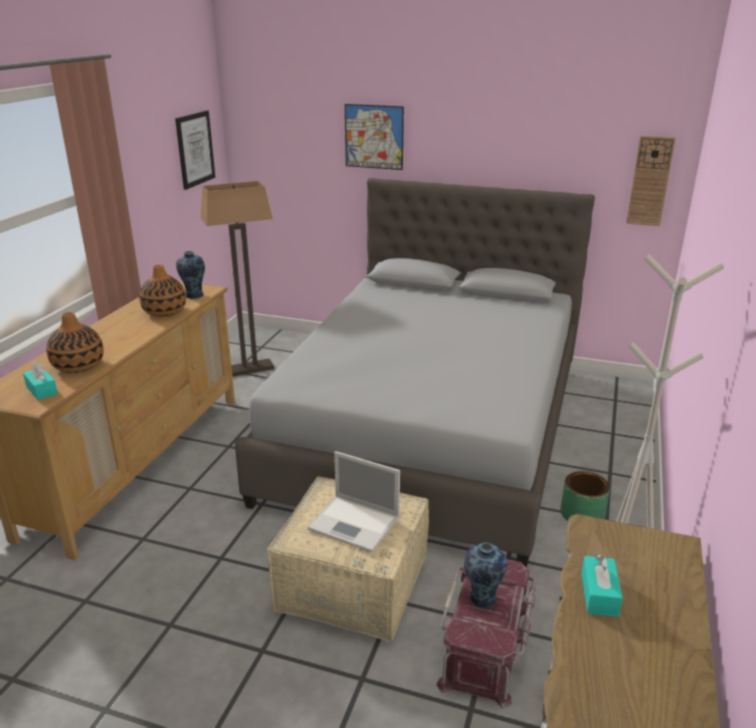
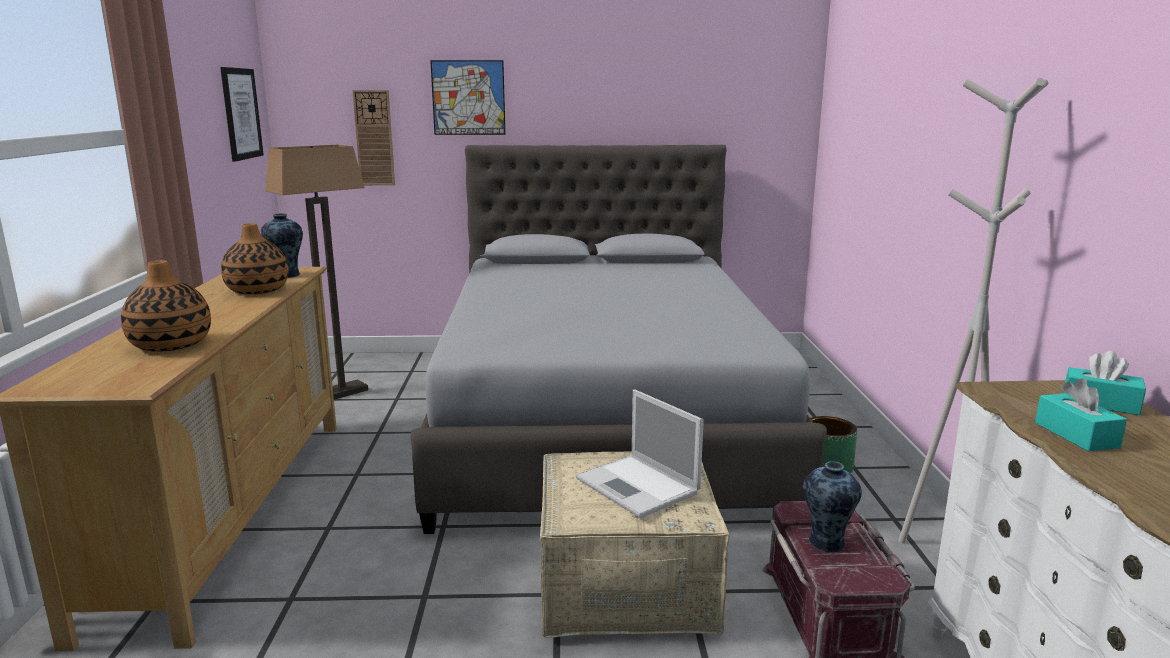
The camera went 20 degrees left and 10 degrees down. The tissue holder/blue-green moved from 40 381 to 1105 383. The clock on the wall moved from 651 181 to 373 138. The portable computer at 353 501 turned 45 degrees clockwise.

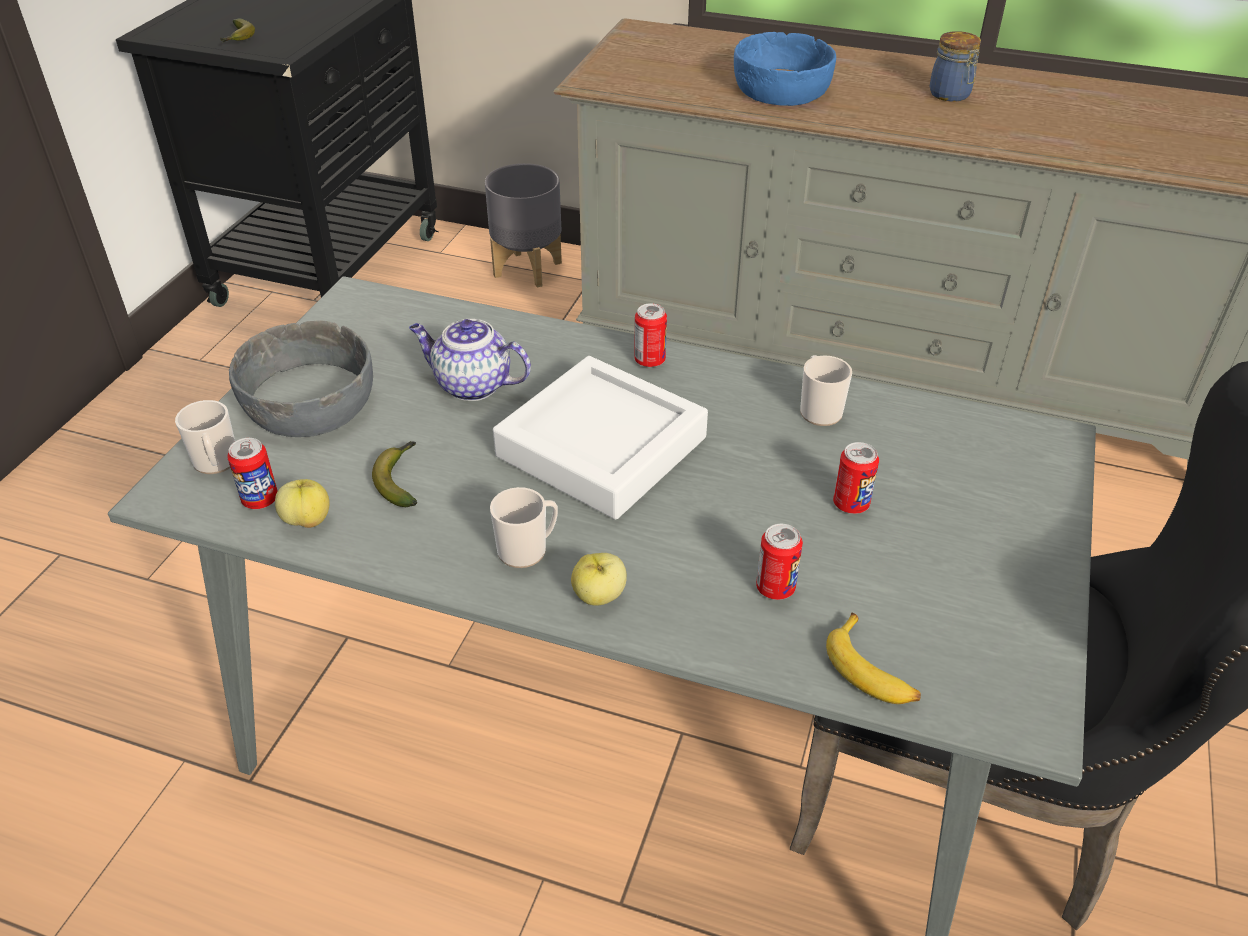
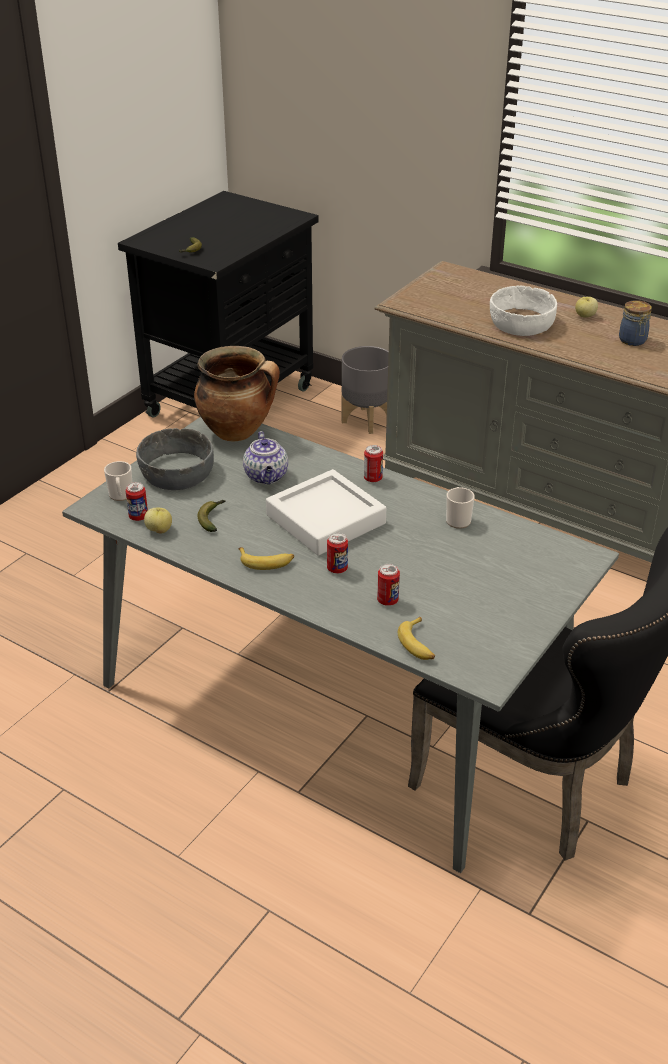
The camera went 15 degrees right and 5 degrees down. The cooking pot at 237 394 appeared. The apple moved from 599 579 to 586 307. The can moved from 856 478 to 337 553. The mug at 524 527 was replaced by the whole banana at 266 558. The bowl/bluish at 785 69 became the bowl/white-coloured at 523 311. The pot for tea at 470 360 turned 135 degrees counterclockwise.

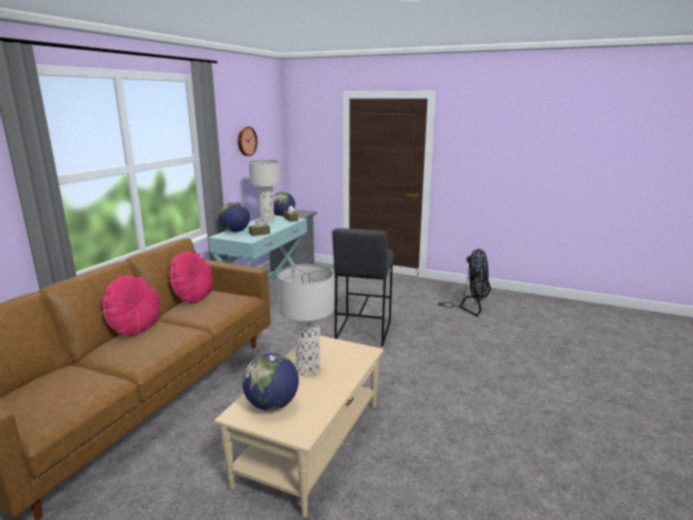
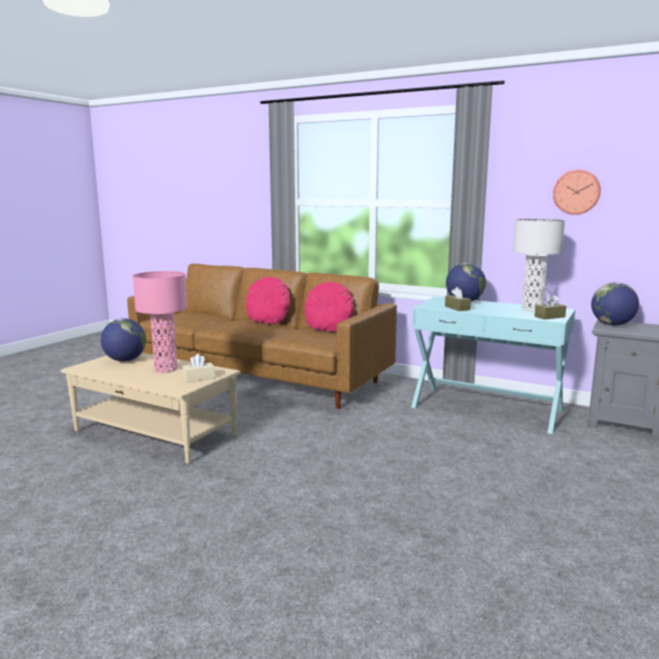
The camera went 95 degrees right and 5 degrees down. The sitting stool/gray at 363 287 disappeared. The cooling fan/black at 464 283 disappeared. The tissue holder/sand-coloured at 199 368 appeared. The table lamp/white-coloured at 305 320 became the table lamp/pink at 160 322.

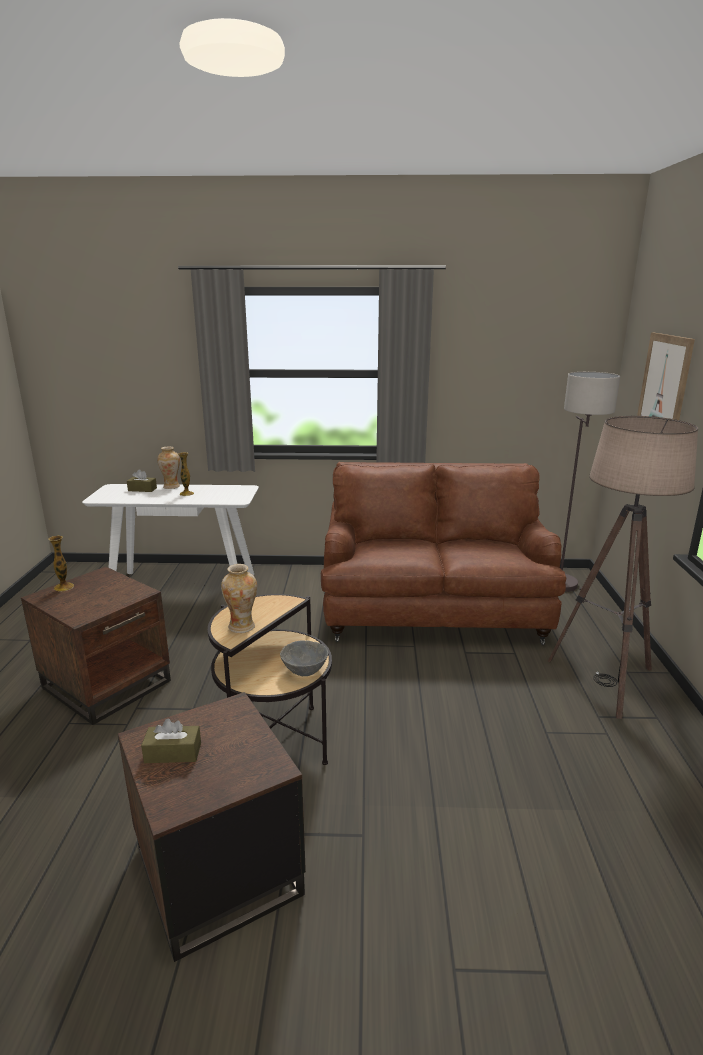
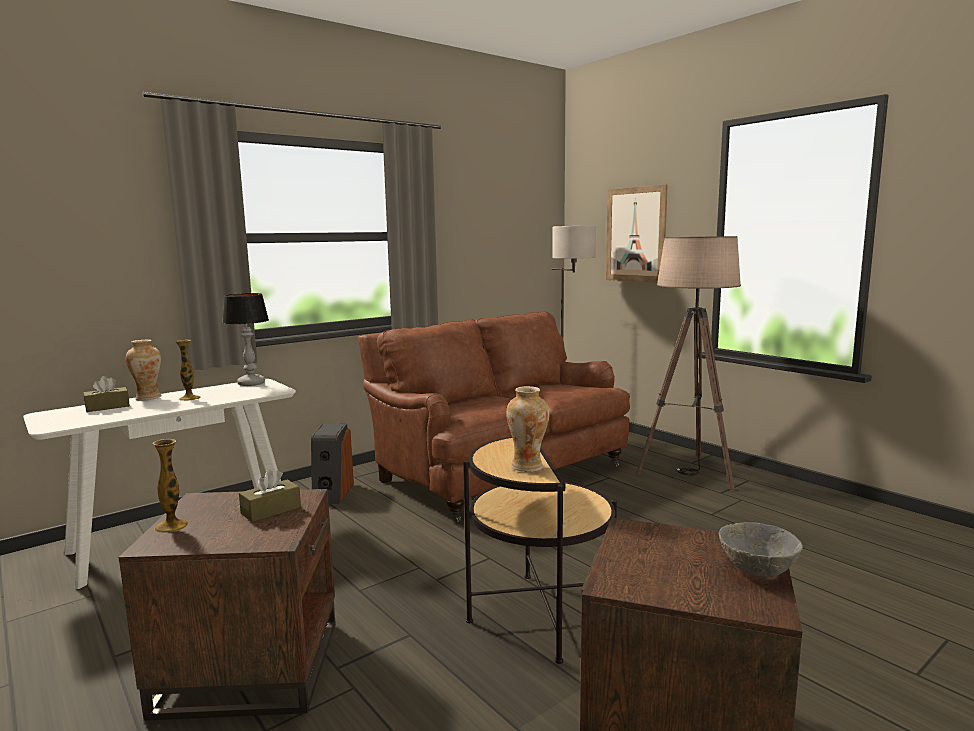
The camera went 40 degrees left and 10 degrees down. The table lamp at 245 339 appeared. The speaker at 332 464 appeared. The tissue holder/brown moved from 171 741 to 270 495. The bowl/gray moved from 304 658 to 761 549.

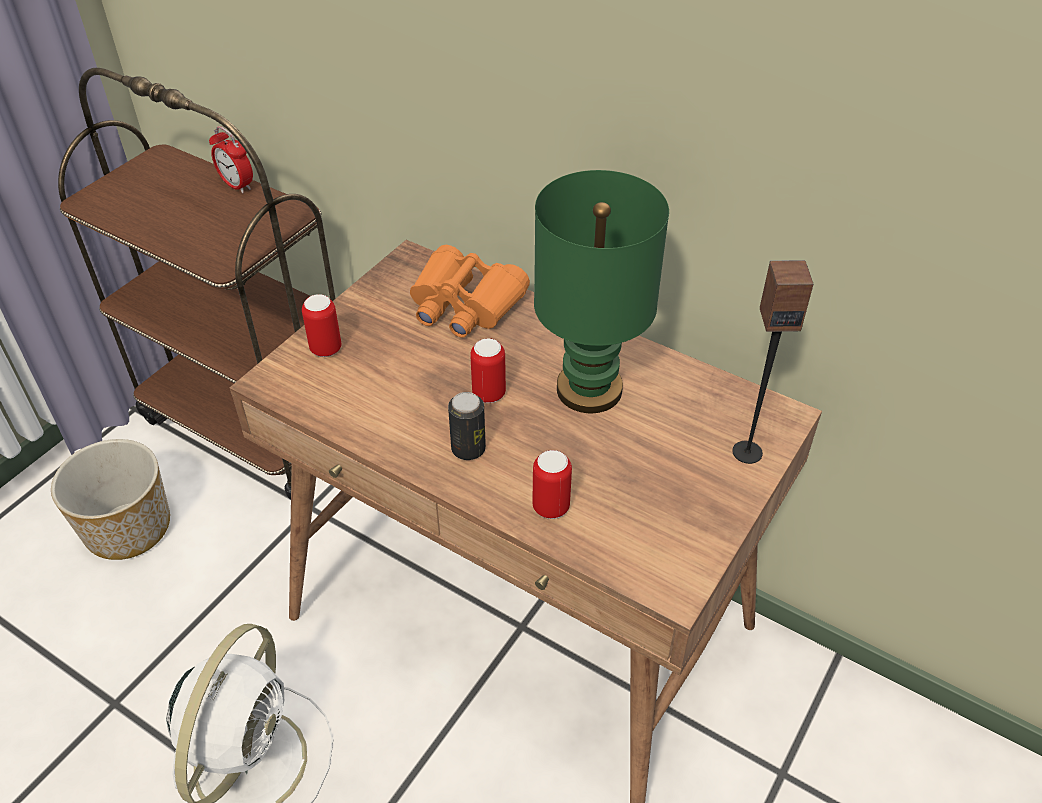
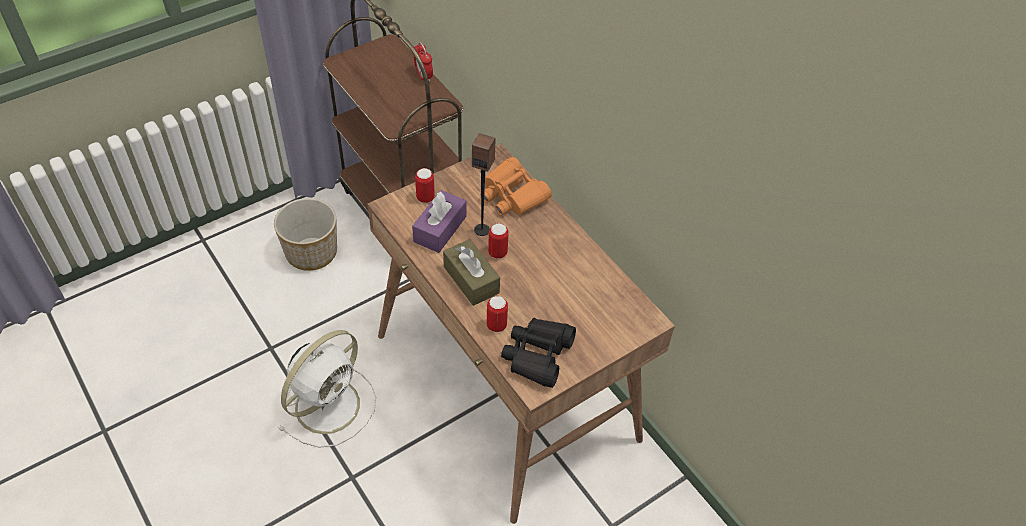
The camera went 20 degrees right and 5 degrees up. The table lamp/green-coloured at 601 291 disappeared. The tissue holder/purple at 439 221 appeared. The pair of binoculars/black at 538 353 appeared. The speaker moved from 772 362 to 484 184. The can at 467 426 was replaced by the tissue holder/brown at 471 272.

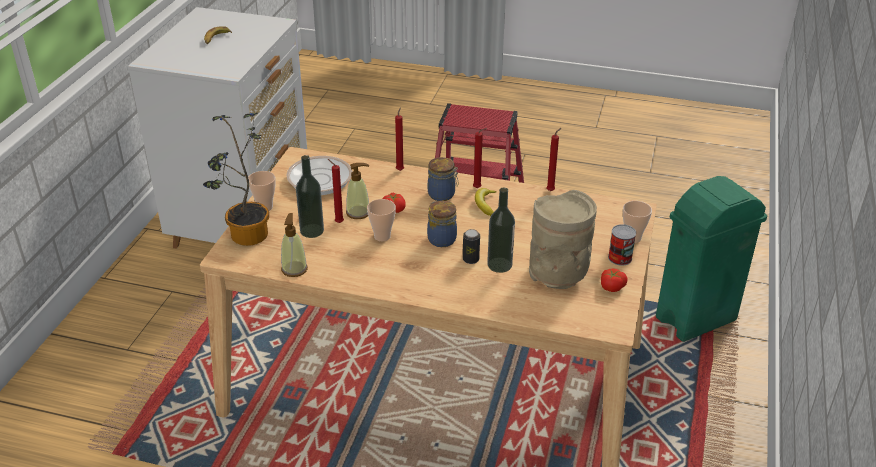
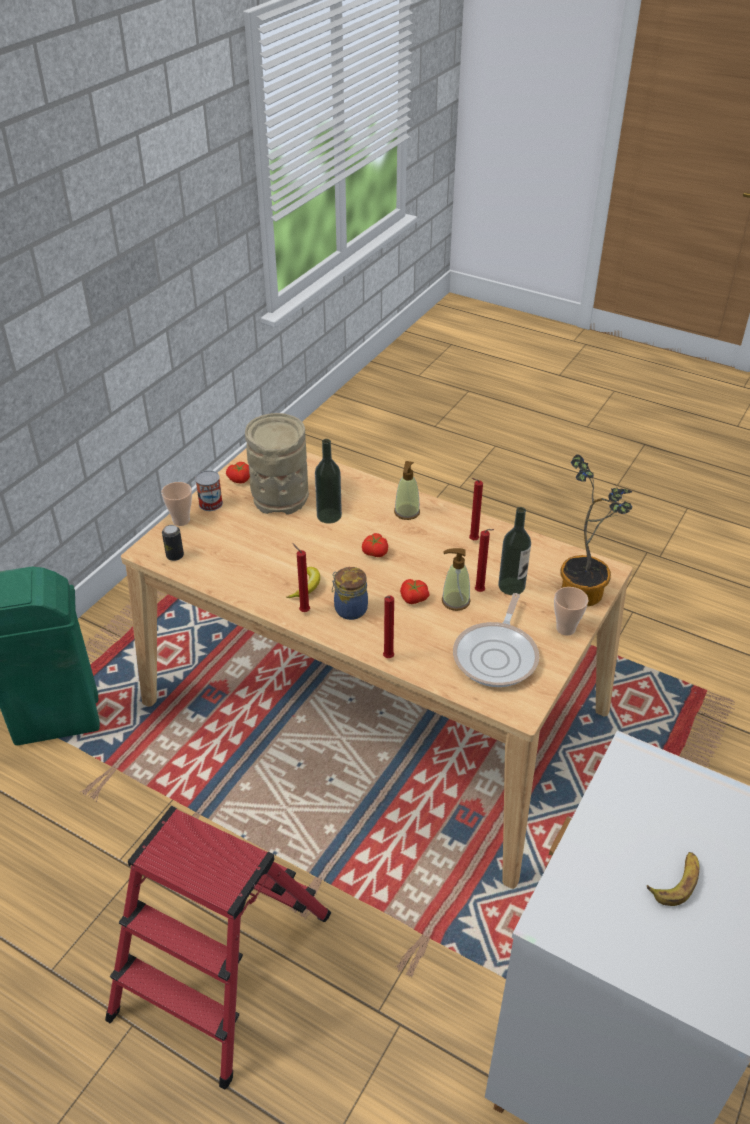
The camera went 165 degrees left and 5 degrees up. The drinking cup at 381 220 disappeared. The soap dispenser moved from 294 245 to 407 490. The can moved from 471 246 to 173 543. The wax light/red-coloured moved from 553 159 to 476 509. The preserve jar at 442 224 was replaced by the fresh tomato at 375 545.

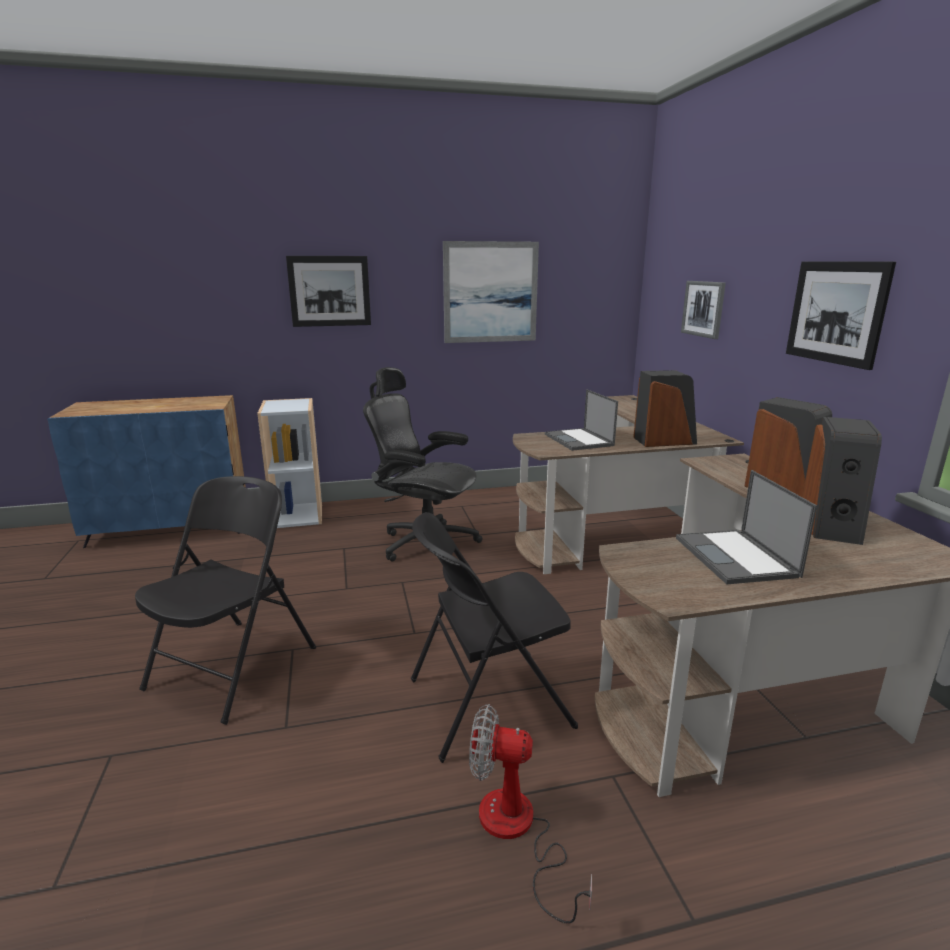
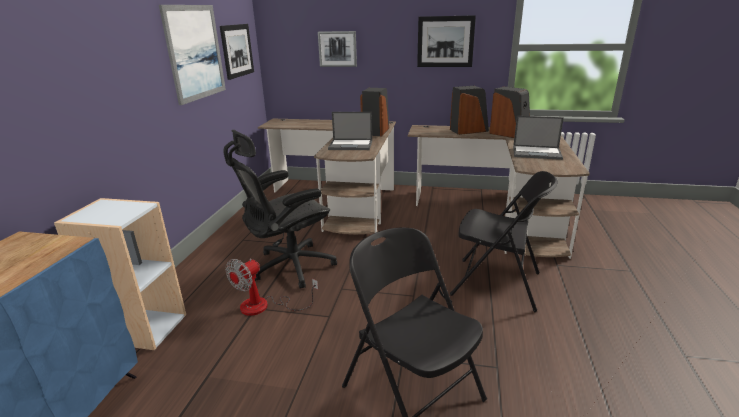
The camera went 65 degrees left and 5 degrees up. The picture moved from 328 291 to 237 52. The cooling fan moved from 530 814 to 272 287. The plain chair/black at 494 637 turned 75 degrees counterclockwise.

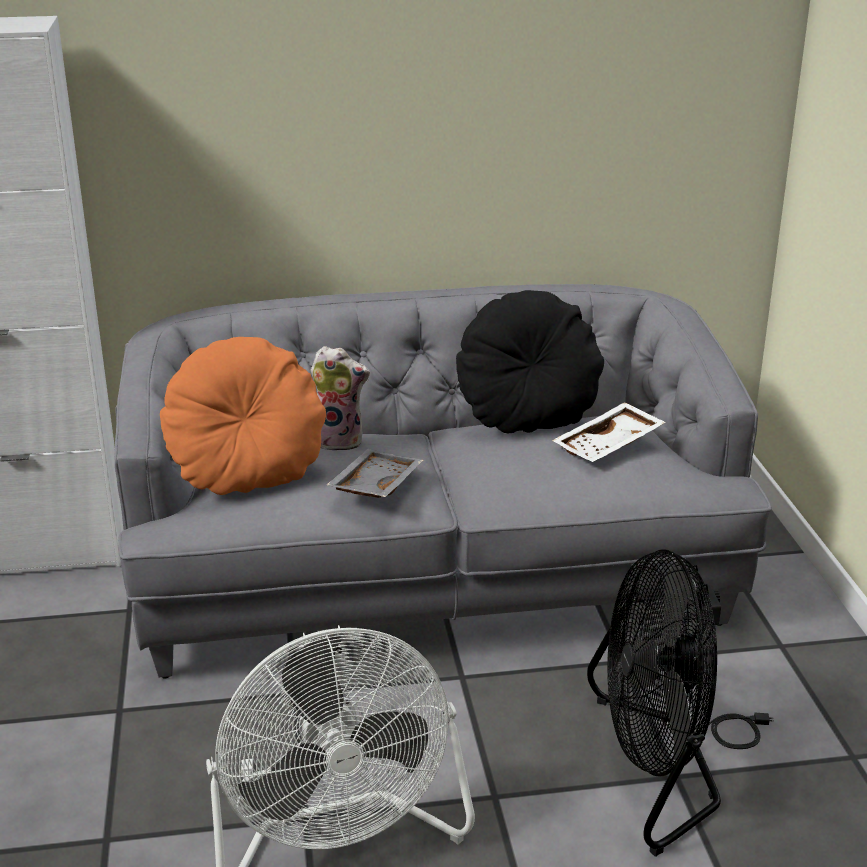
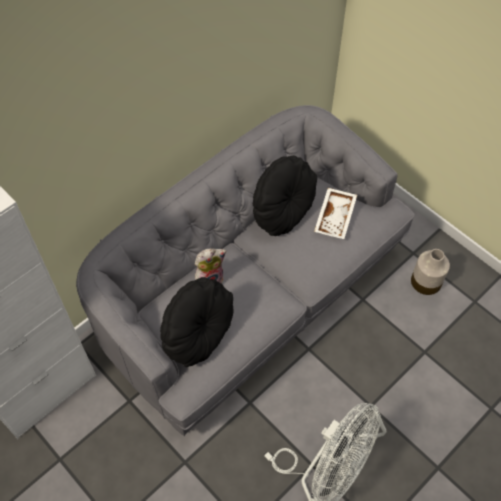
The camera went 35 degrees left and 30 degrees up. The serving tray/gray at 374 473 disappeared. The cooling fan/black at 680 703 disappeared. The decorative vase/sand-coloured at 430 272 appeared. The throw pillow/orange at 243 416 became the throw pillow/black at 196 322.

